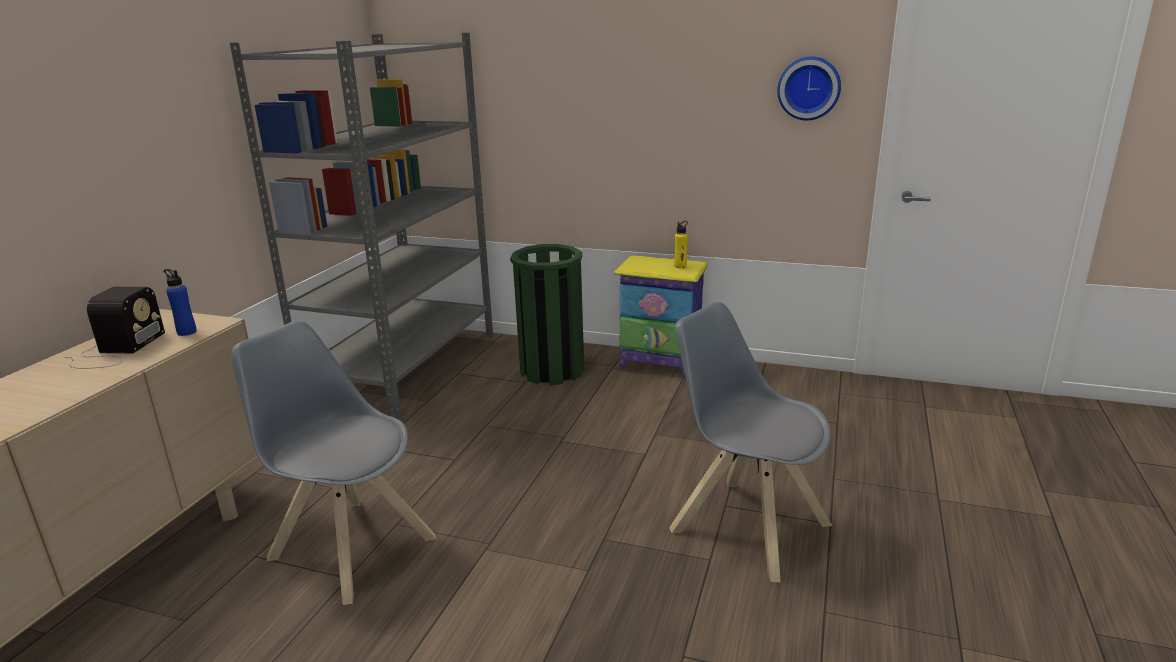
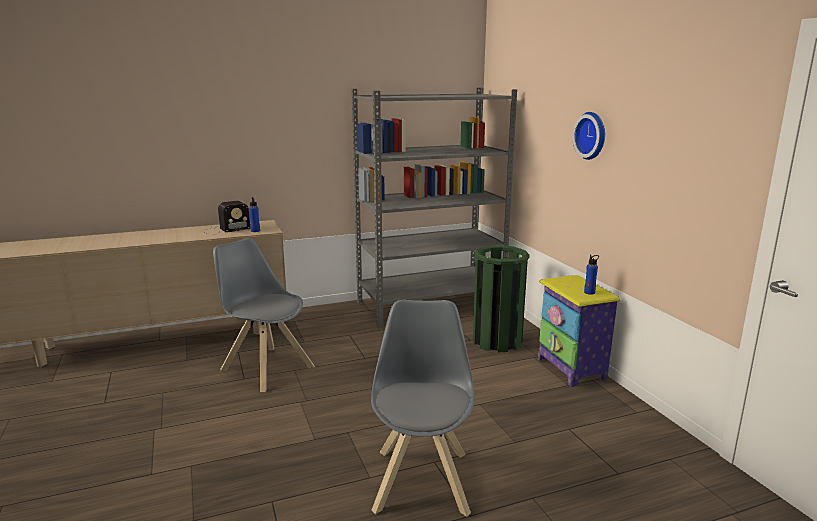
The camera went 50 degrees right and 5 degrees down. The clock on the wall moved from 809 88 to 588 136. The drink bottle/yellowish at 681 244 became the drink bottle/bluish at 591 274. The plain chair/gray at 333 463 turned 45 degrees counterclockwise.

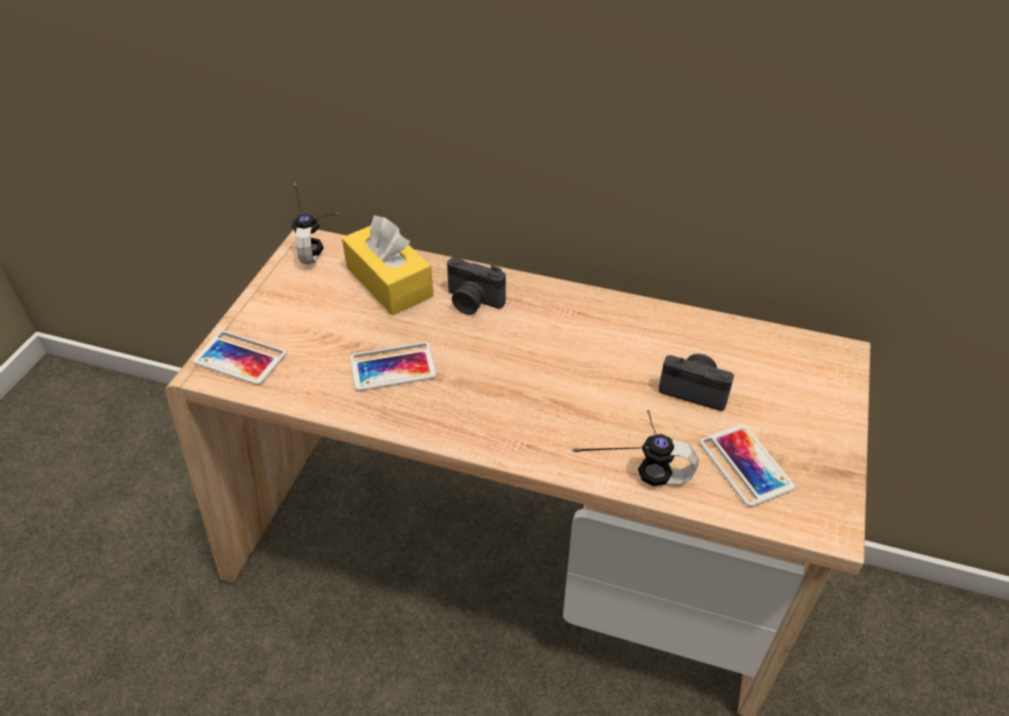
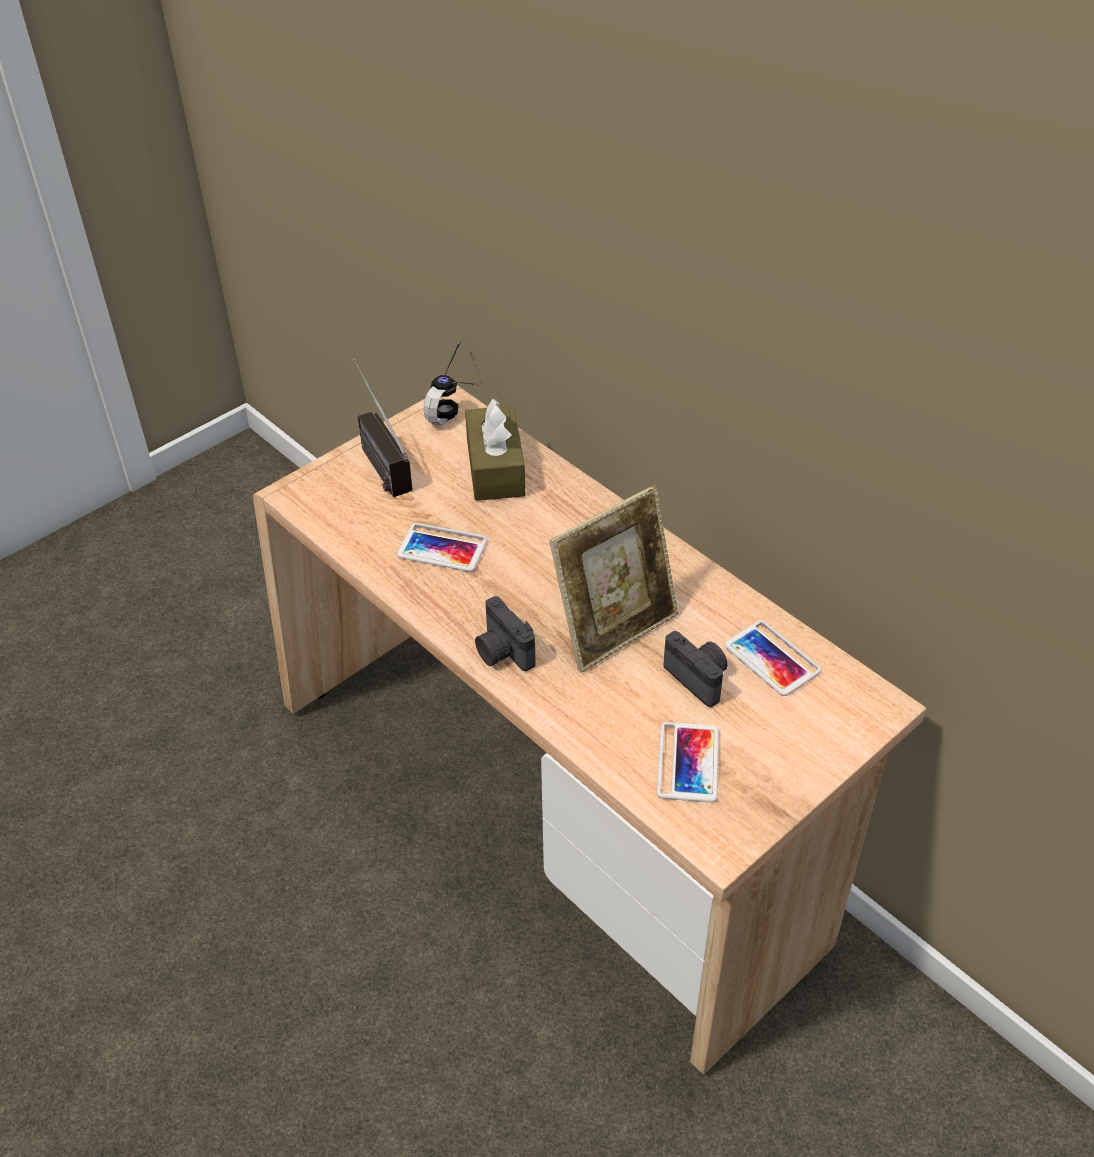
The camera went 30 degrees right and 0 degrees up. The pair of headphones at 635 448 disappeared. The radio at 383 428 appeared. The picture frame at 613 579 appeared. The handset moved from 240 357 to 773 658. The photo camera moved from 476 286 to 505 633. The tissue holder/yellowish at 388 266 became the tissue holder/brown at 495 450.

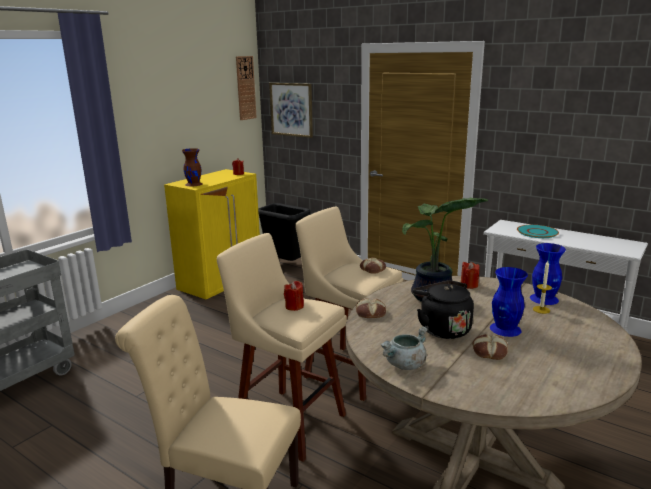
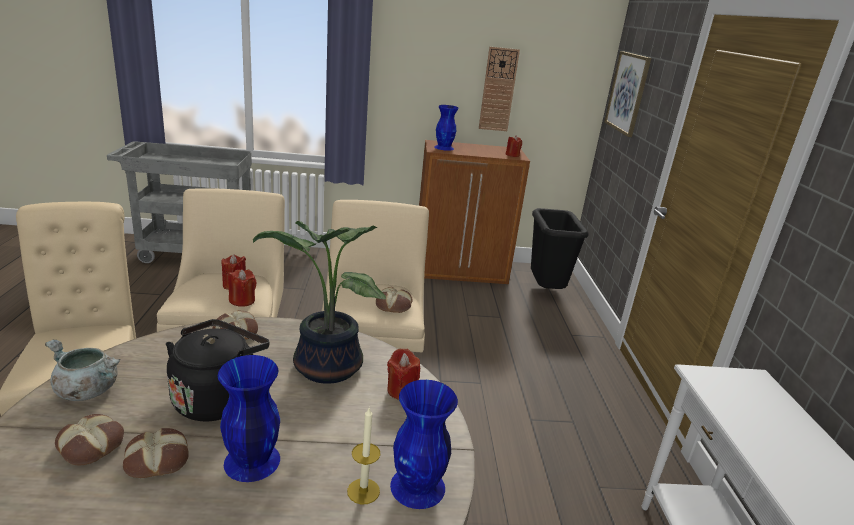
The camera went 50 degrees right and 5 degrees up. The flat dish/blue-green at 538 231 disappeared. The baked bread at 89 439 appeared. The wax light/red-coloured at 242 288 appeared. The clock on the wall moved from 246 88 to 499 89. The cupboard/yellowish at 212 234 became the cupboard/brown at 474 212. The decorative vase/brown at 192 167 became the decorative vase/bluish at 446 128.

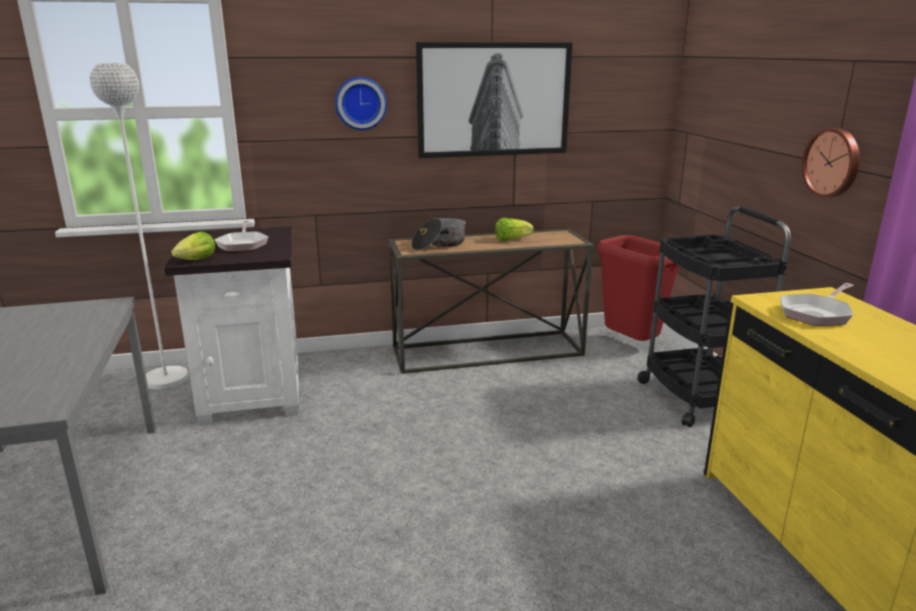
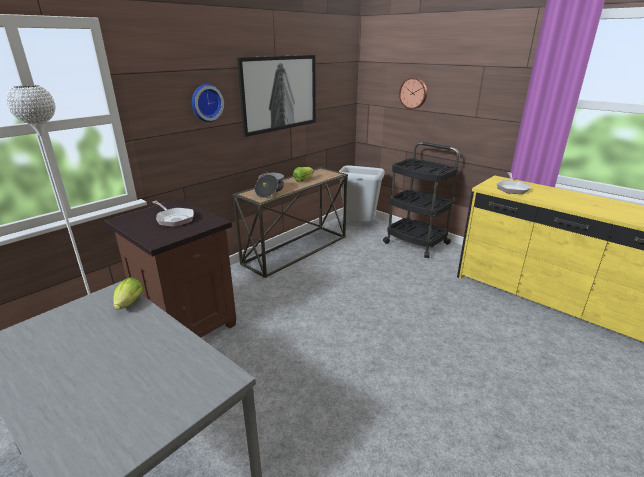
The camera went 35 degrees left and 5 degrees up. The head of lettuce moved from 193 246 to 128 293. The clock on the wall moved from 831 163 to 413 93. The cupboard/white-coloured at 231 326 became the cupboard/brown at 170 268. The rubbish bin/red-coloured at 638 288 became the rubbish bin/gray at 362 193.

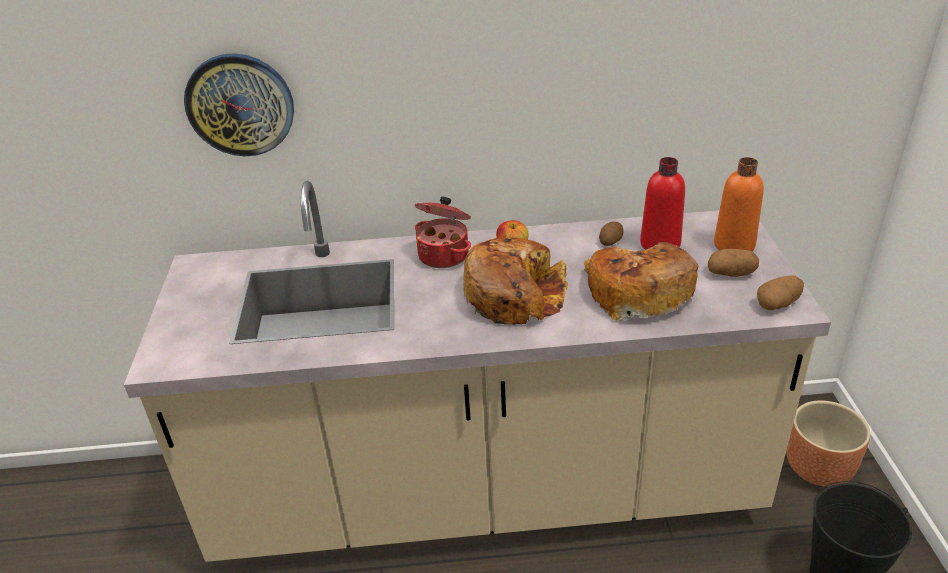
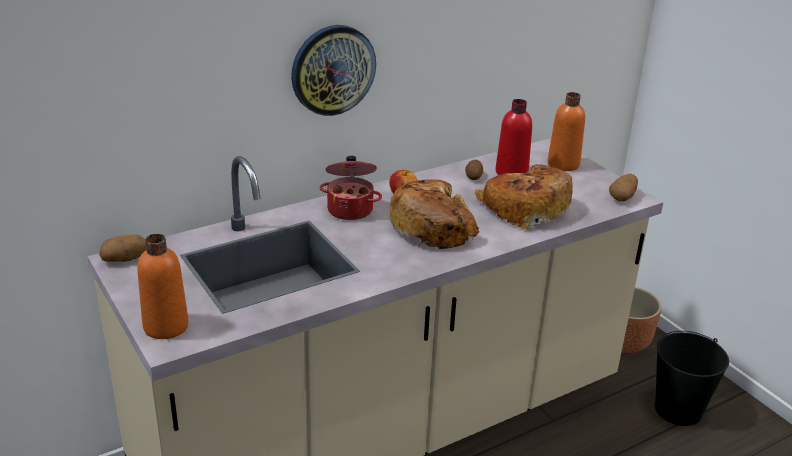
The camera went 30 degrees left and 5 degrees down. The drink bottle/orange at 163 286 appeared. The clock on the wall moved from 239 104 to 333 70. The potato moved from 733 263 to 122 248.

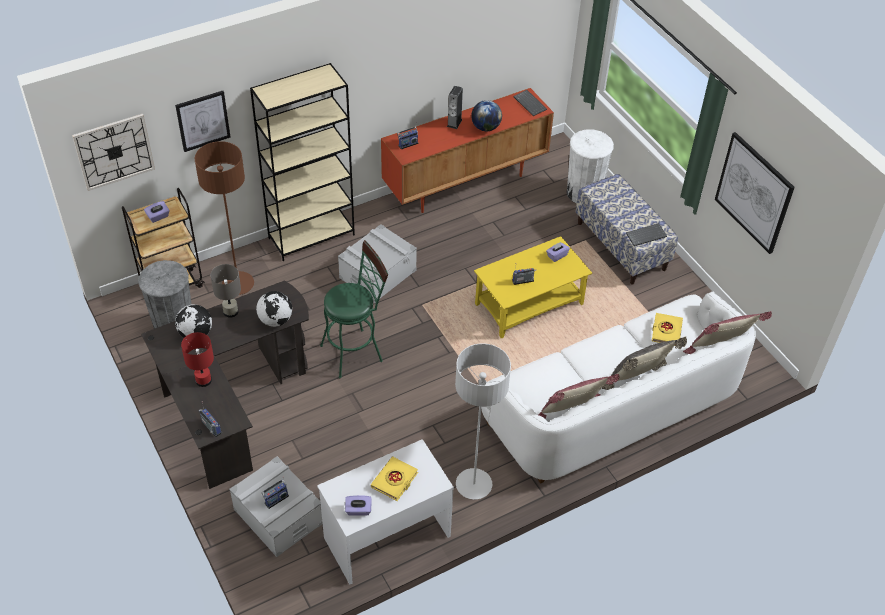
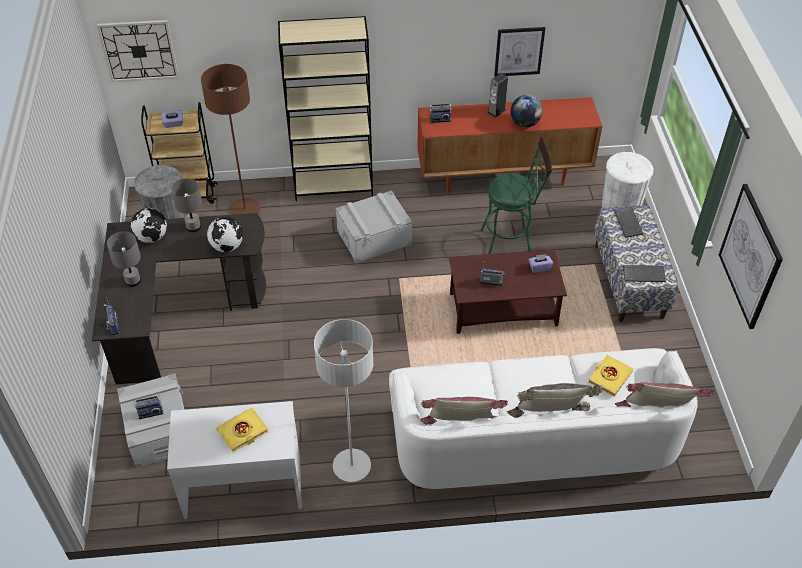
The camera went 25 degrees right and 0 degrees up. The tissue holder/purple at 358 505 disappeared. The picture moved from 203 121 to 519 52. The sitting stool/green-coloured moved from 354 309 to 516 195. The keyboard moved from 530 103 to 628 222. The table lamp/red-coloured at 197 359 became the table lamp/gray at 124 259. The lounge table/yellowish at 533 287 became the lounge table/brown at 508 292.

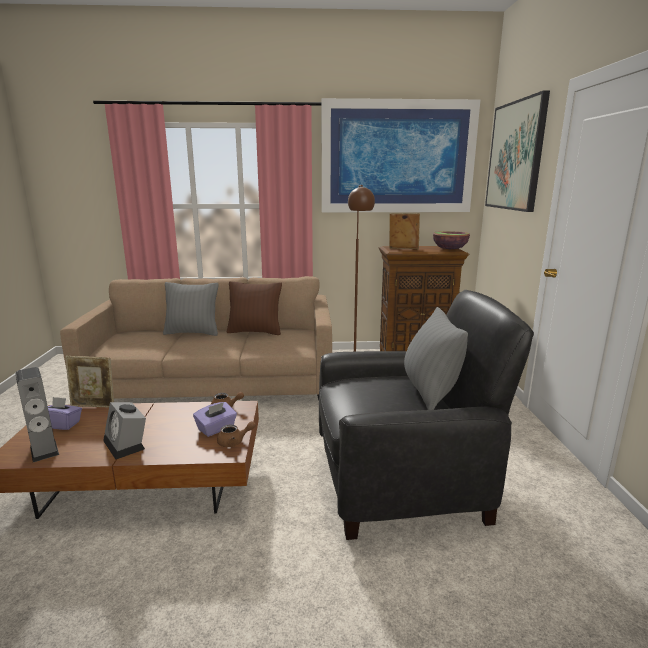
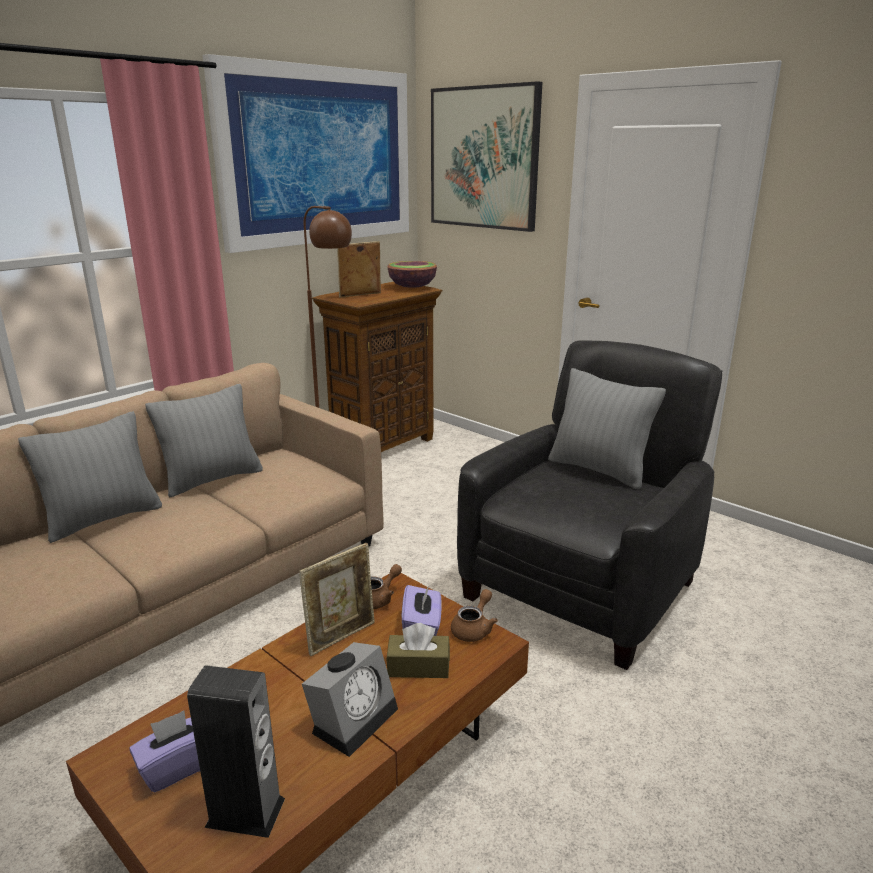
The camera went 45 degrees left and 5 degrees up. The tissue holder/brown at 418 650 appeared. The picture frame moved from 89 382 to 337 599. The throw pillow/brown at 254 308 became the throw pillow/gray at 204 440. The table clock at 124 430 turned 60 degrees counterclockwise.

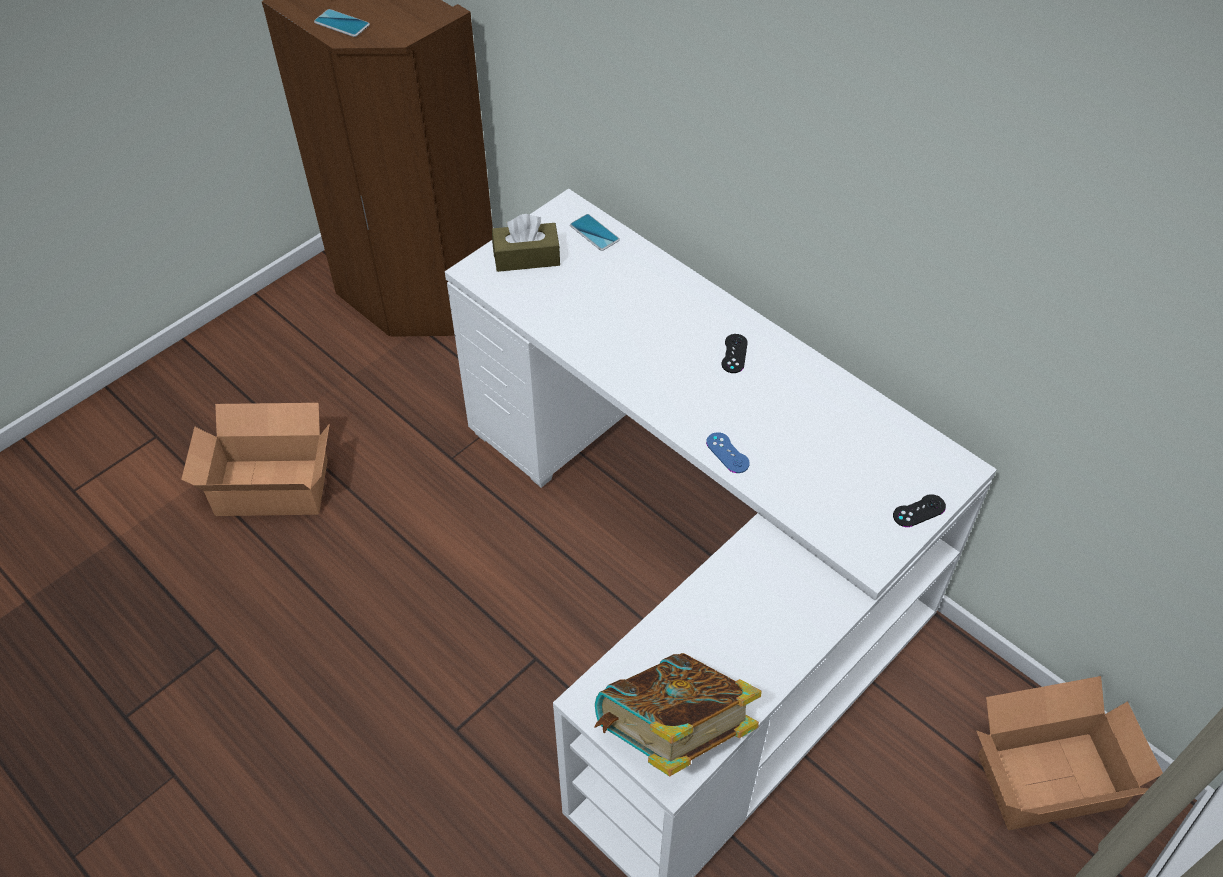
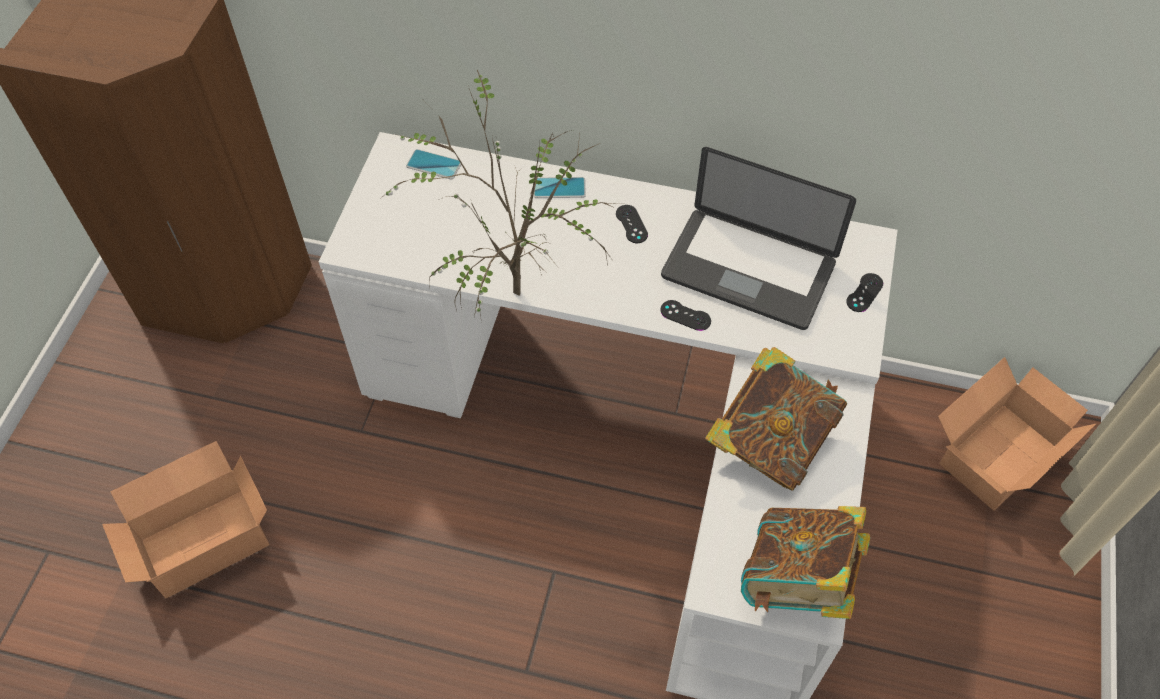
The camera went 30 degrees left and 5 degrees up. The tissue holder/brown at 526 243 disappeared. The houseplant at 499 193 appeared. The portable computer at 758 238 appeared. The volume at 776 419 appeared. The handset moved from 342 23 to 559 187. The gamepad/bluish at 728 452 became the gamepad/black at 686 315.

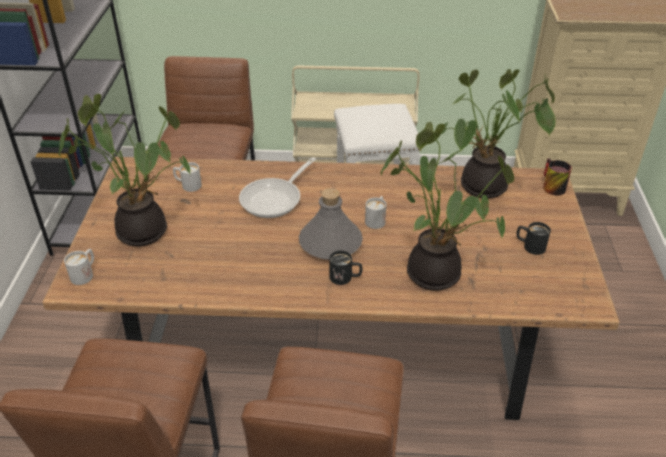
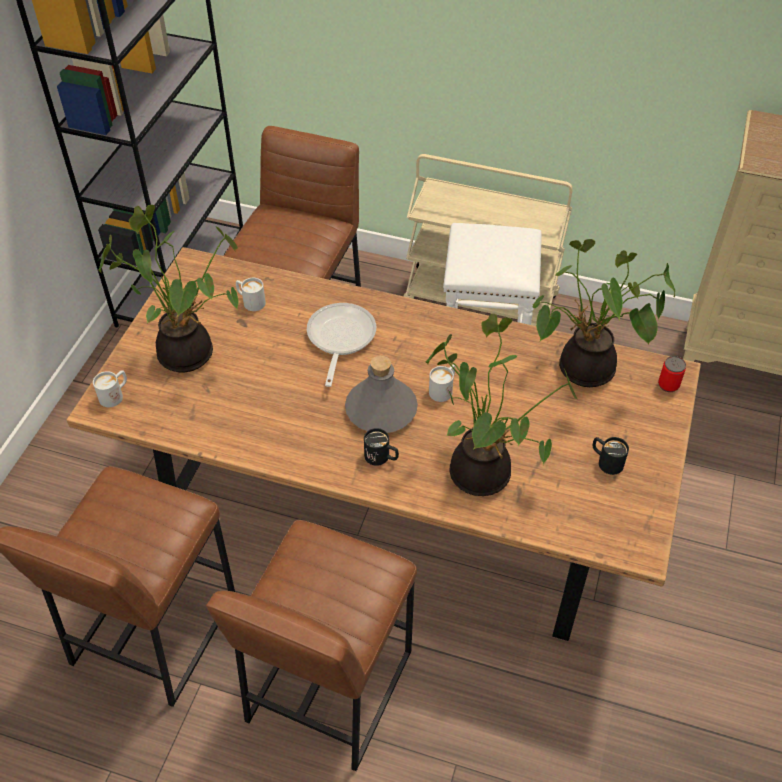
The camera went 15 degrees right and 10 degrees up. The mug at 557 177 was replaced by the can at 672 374. The skillet at 277 187 turned 135 degrees clockwise.

